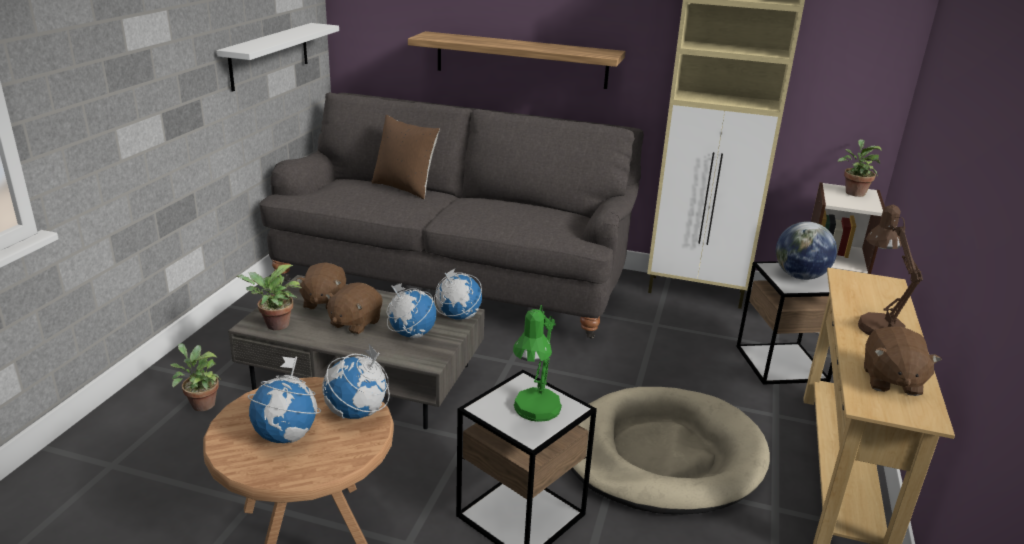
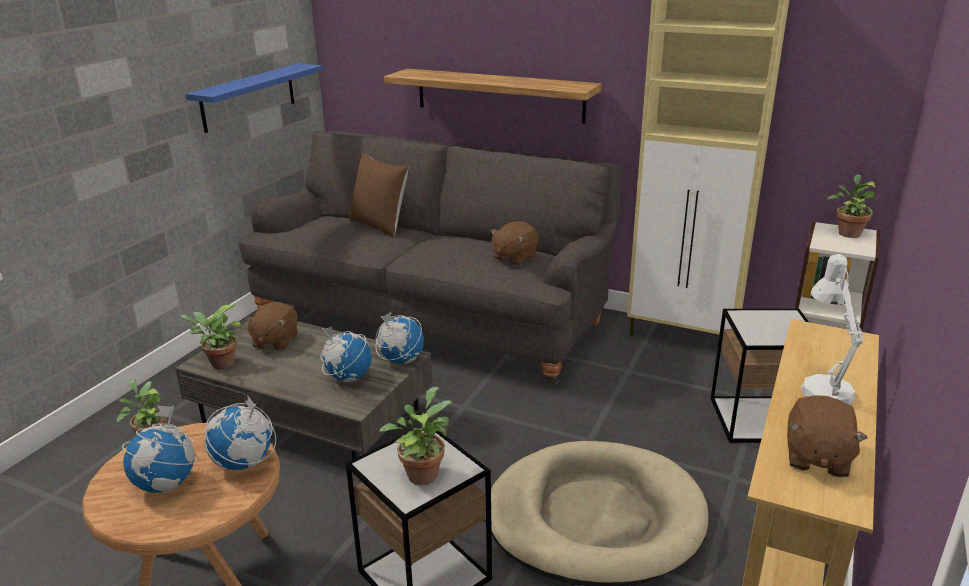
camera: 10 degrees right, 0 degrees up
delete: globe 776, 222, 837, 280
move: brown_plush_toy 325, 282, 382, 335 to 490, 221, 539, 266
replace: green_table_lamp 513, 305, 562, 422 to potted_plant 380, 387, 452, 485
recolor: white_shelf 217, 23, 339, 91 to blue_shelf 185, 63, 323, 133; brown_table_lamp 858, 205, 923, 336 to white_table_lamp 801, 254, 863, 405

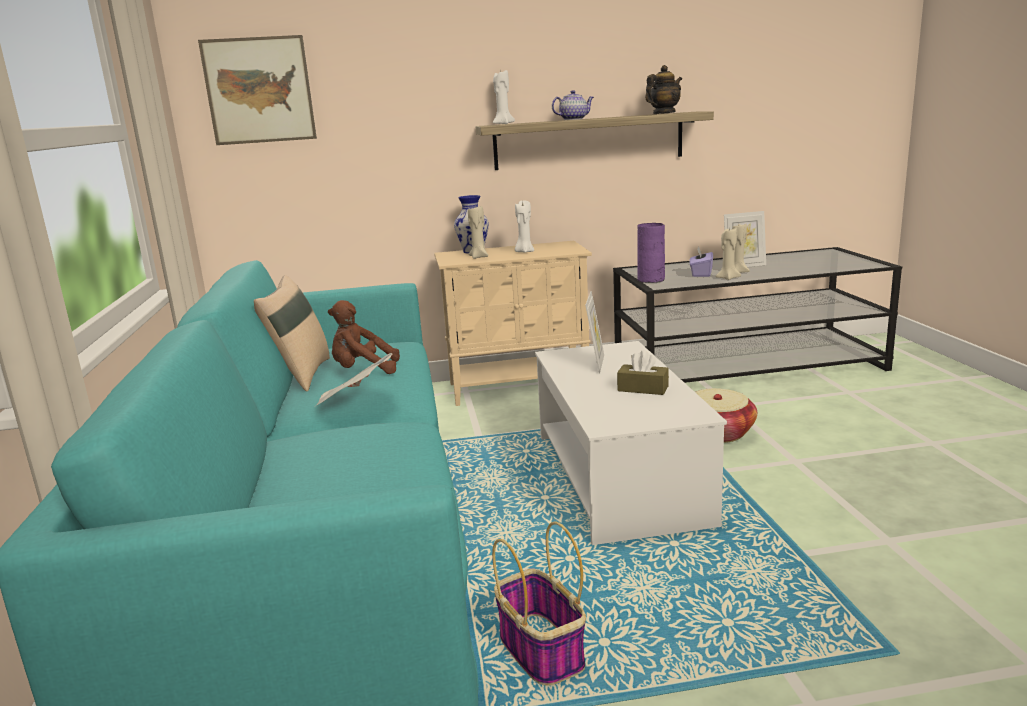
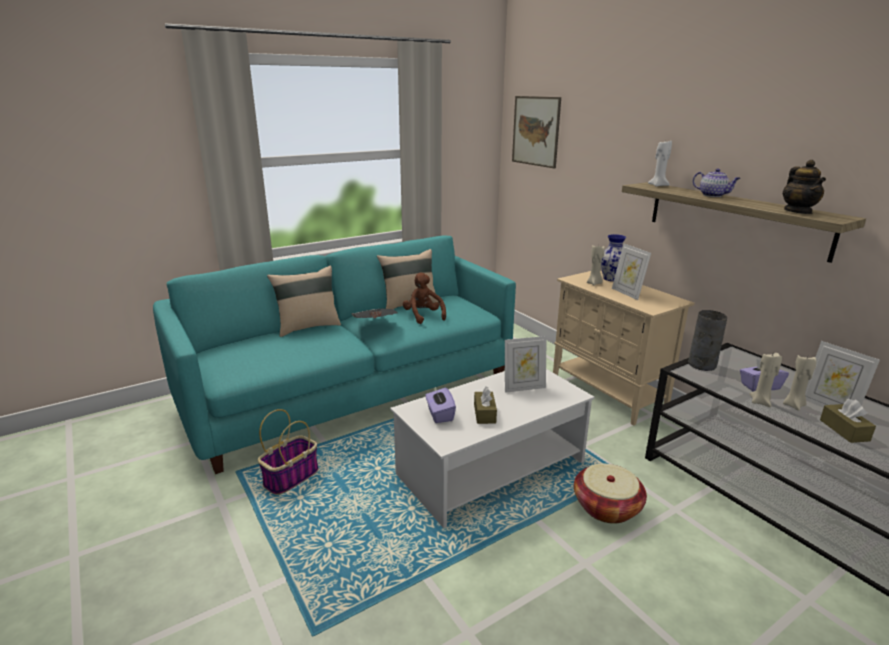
camera: 65 degrees right, 5 degrees up
insert: beige_pillow 267, 266, 341, 337; purple_tissue_box 425, 387, 456, 423; brown_tissue_box 820, 399, 876, 443
replace: white_candle 515, 200, 534, 253 to picture_frame 612, 244, 651, 300
recolor: purple_vase 637, 223, 665, 283 to grey_vase 688, 310, 727, 371
rotate: teapot 645, 65, 682, 114 = 783, 160, 826, 214 60 degrees clockwise

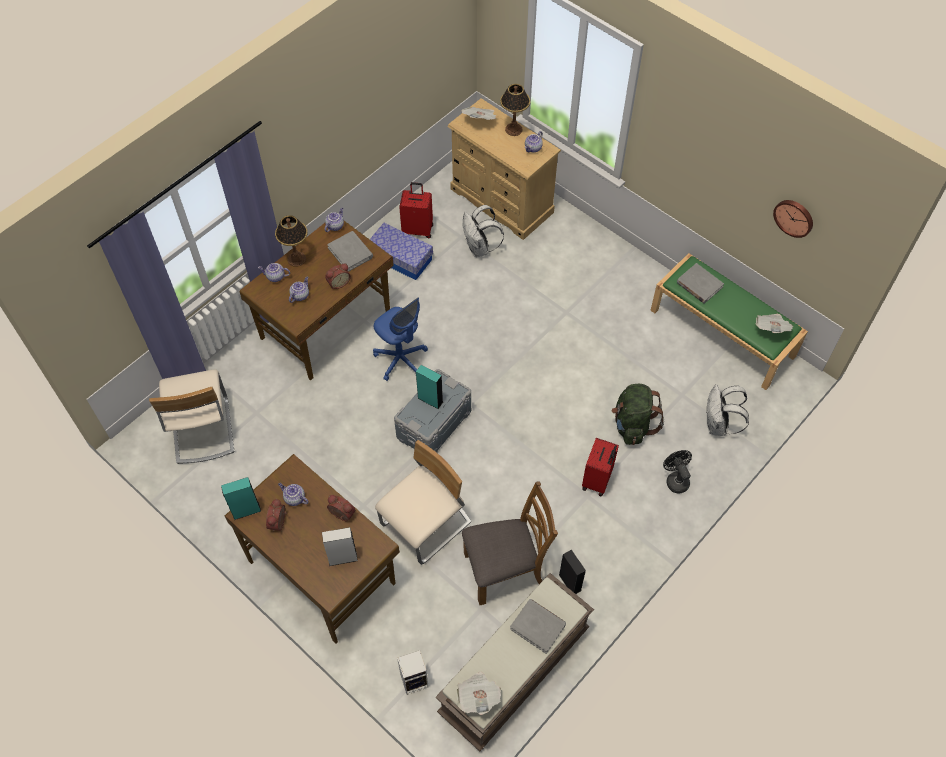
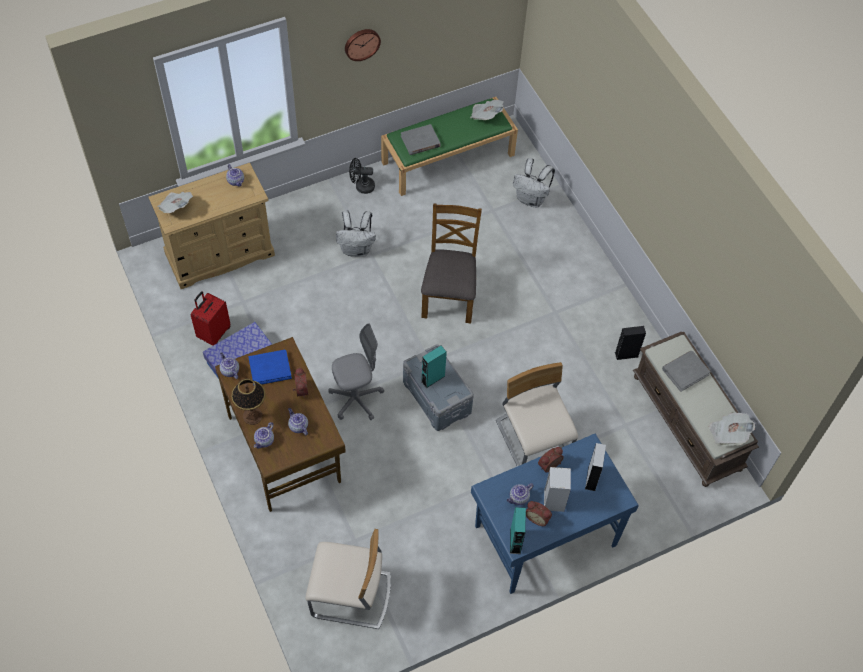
camera: 70 degrees left, 0 degrees up
delete: table_lamp 500, 84, 530, 136; red_suitcase 582, 438, 619, 496; green_backpack 612, 384, 664, 445
move: speaker 397, 650, 429, 695 to 544, 467, 571, 512; brown_chair 462, 481, 558, 605 to 421, 204, 482, 323; white_backpack 463, 205, 504, 257 to 336, 210, 376, 257; black_fan 663, 450, 692, 493 to 349, 158, 375, 194; wall_clock 773, 200, 813, 238 to 345, 29, 381, 61
recolor: brown_desk 225, 454, 400, 643 to blue_desk 471, 434, 639, 594; grey_book 327, 231, 373, 272 to blue_book 248, 350, 292, 385; blue_office_chair 373, 297, 428, 381 to grey_office_chair 328, 323, 384, 420

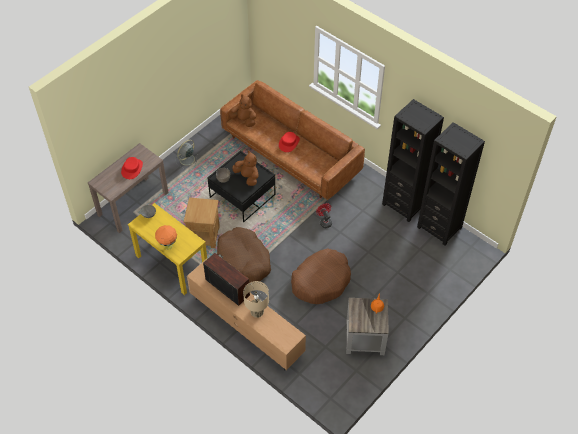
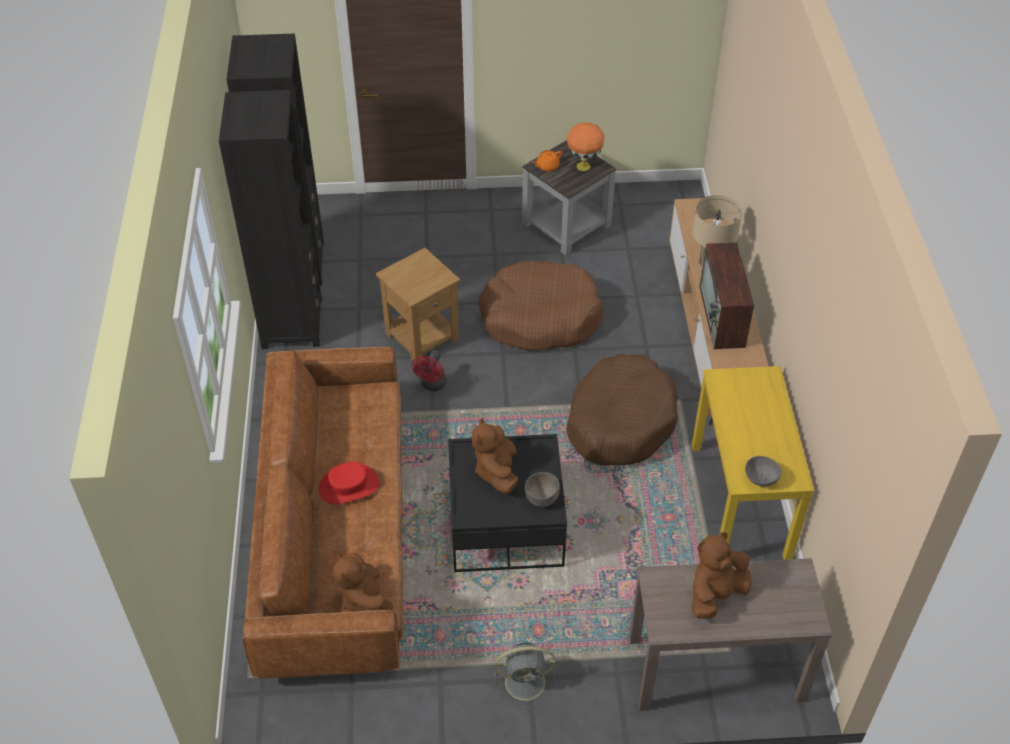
camera: 135 degrees left, 5 degrees down
move: orange_table_lamp 155, 225, 177, 250 to 567, 123, 605, 171; brown_side_table 184, 197, 220, 248 to 376, 248, 460, 363
replace: red_hat 121, 157, 143, 179 to brown_plush_toy 692, 532, 752, 619

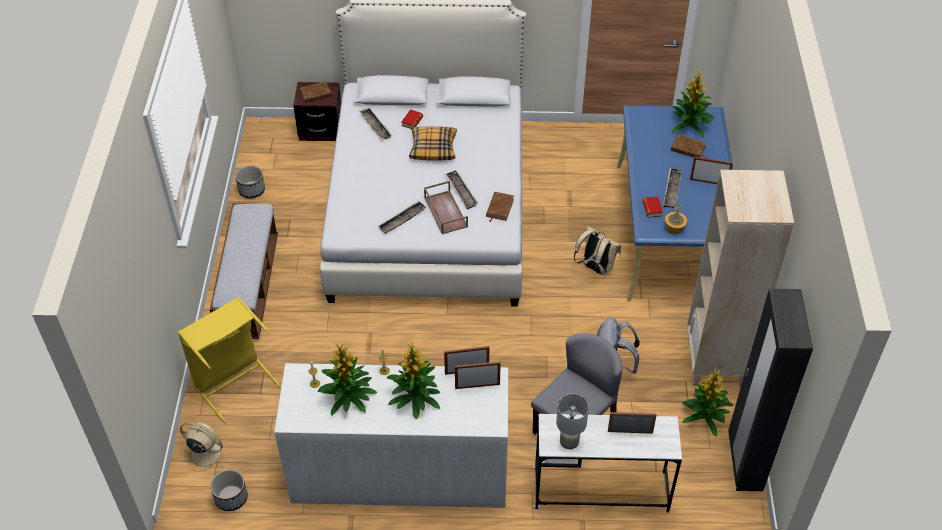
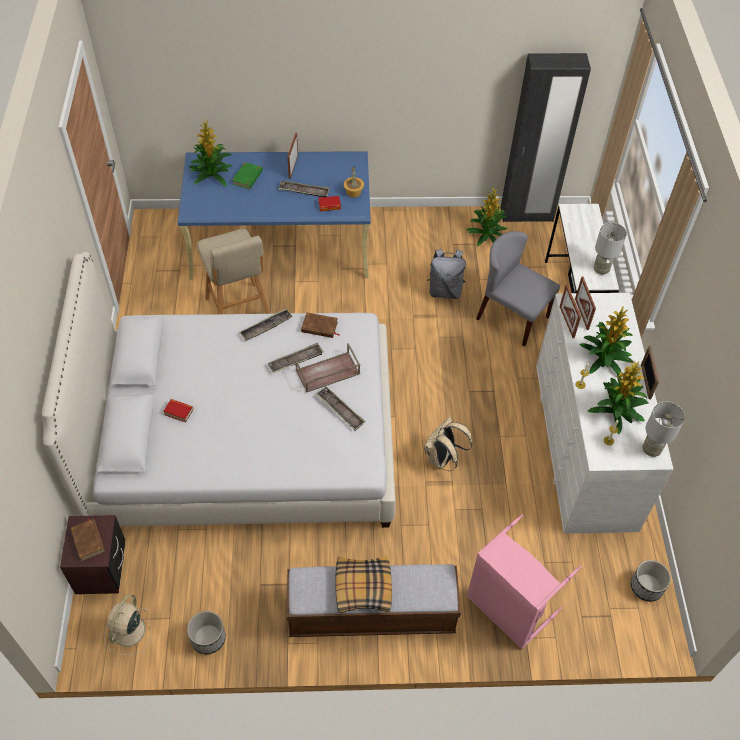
camera: 95 degrees left, 5 degrees up
delete: beige_bookcase 687, 170, 794, 387
insert: beige_stool 197, 229, 270, 314; grey_table_lamp 643, 401, 685, 457
move: beige_fan 180, 422, 229, 471 to 104, 594, 151, 655; tray 359, 107, 392, 139 to 239, 309, 293, 341; pillow 409, 126, 457, 161 to 335, 556, 392, 613; beige_backpack 574, 226, 621, 275 to 424, 416, 472, 471; picture_frame 608, 412, 657, 434 to 641, 346, 659, 400
recolor: yellow_laundry_basket 178, 297, 281, 423 to pink_laundry_basket 467, 514, 581, 649; brown_book 671, 134, 707, 158 to green_book 232, 162, 263, 189

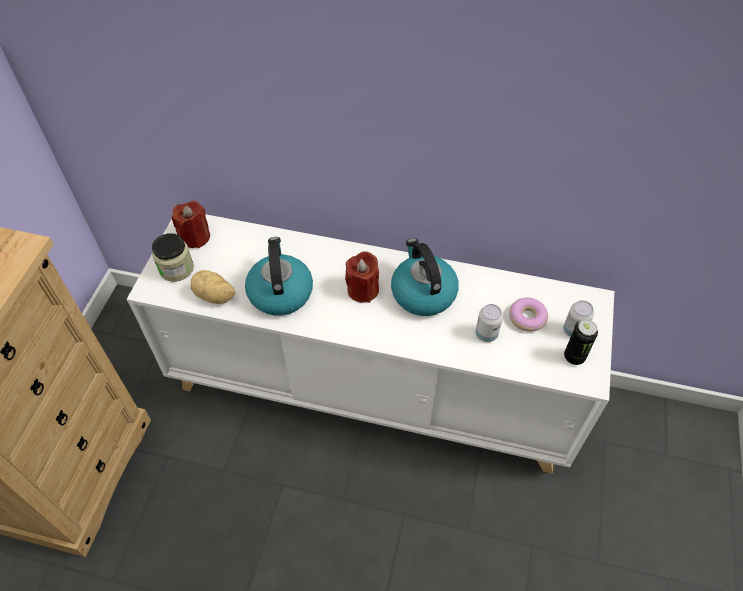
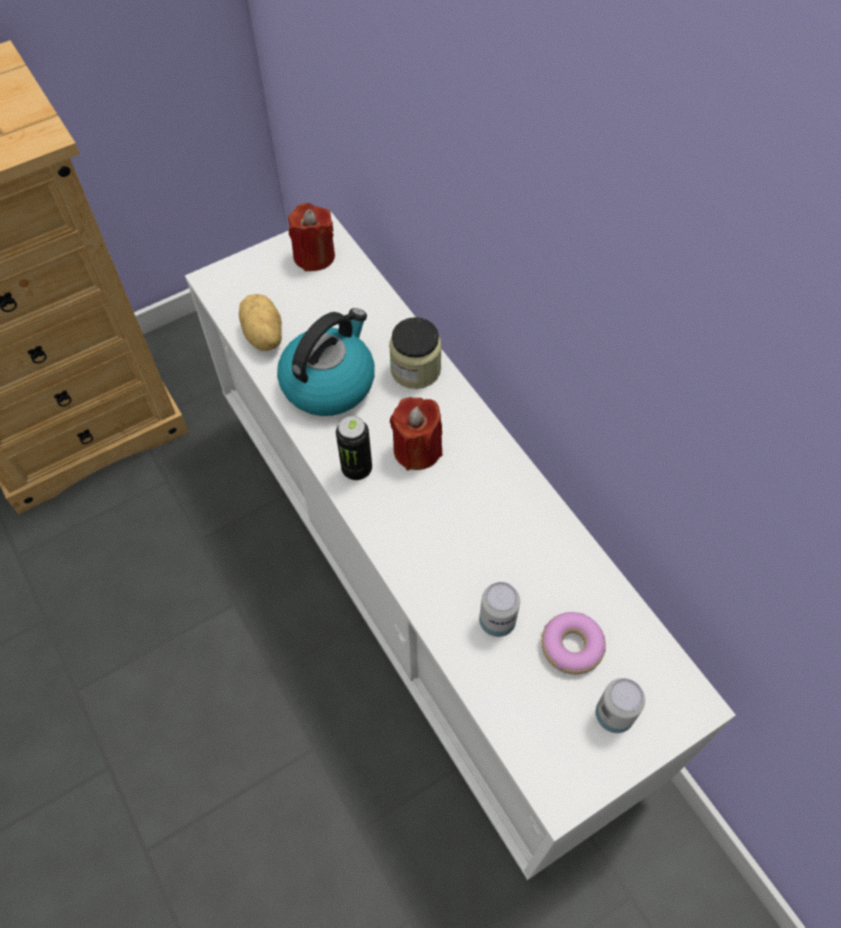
camera: 45 degrees right, 5 degrees up
delete: kettle 391, 238, 459, 316
move: jar 152, 233, 194, 282 to 389, 317, 442, 389; can 564, 320, 598, 365 to 336, 416, 372, 480

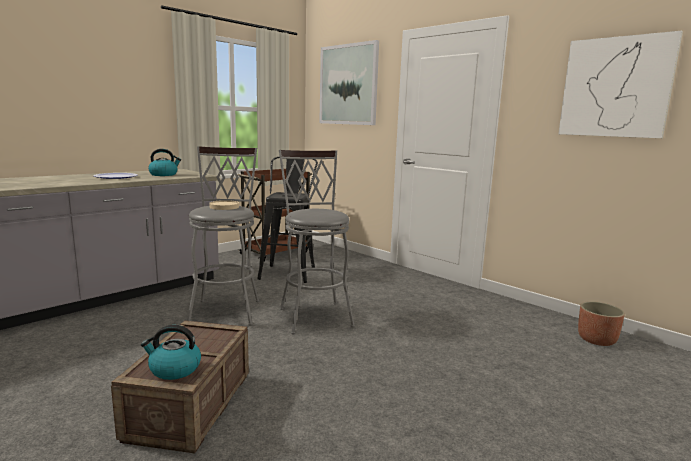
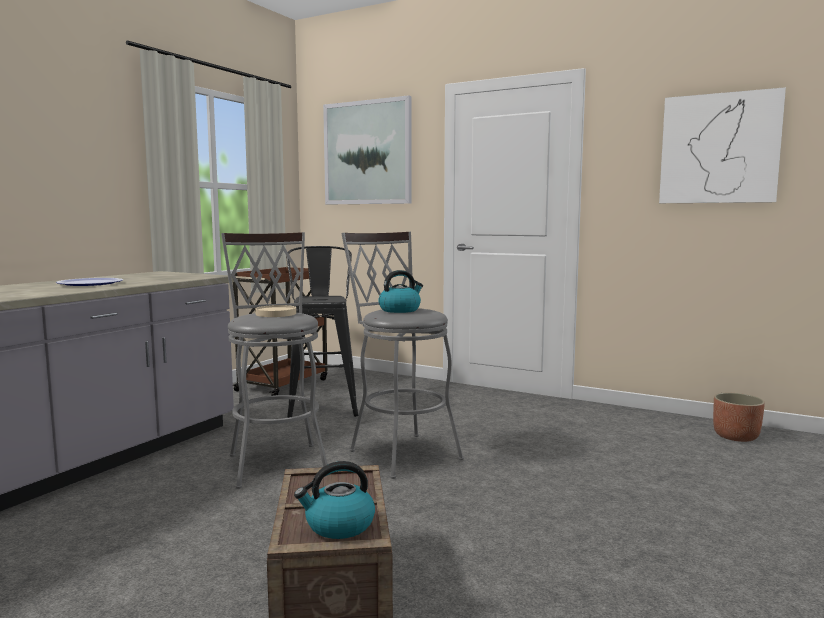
camera: 15 degrees left, 5 degrees down
move: kettle 148, 149, 181, 176 to 378, 270, 423, 313

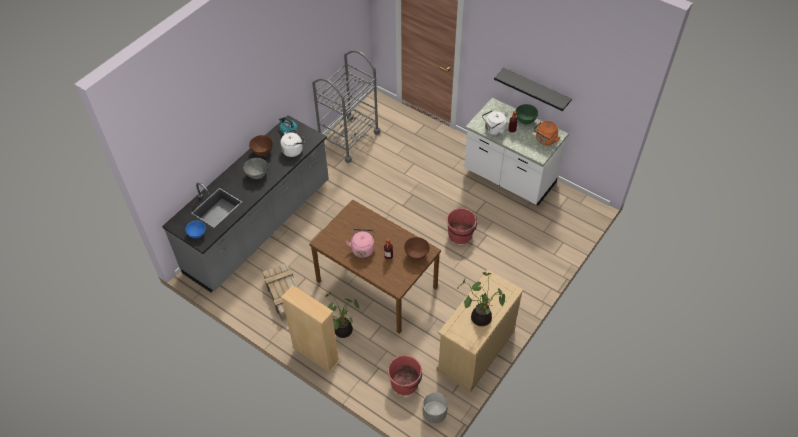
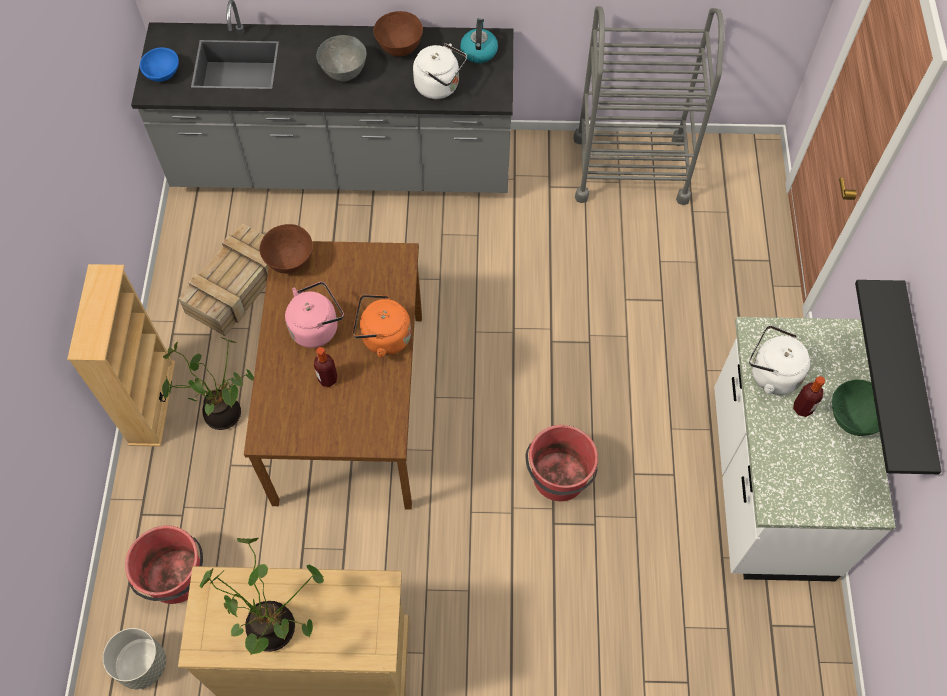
camera: 55 degrees right, 10 degrees up
move: brown_bowl 404, 237, 430, 261 to 259, 224, 313, 274; orange_kettle 534, 121, 561, 145 to 353, 295, 411, 358

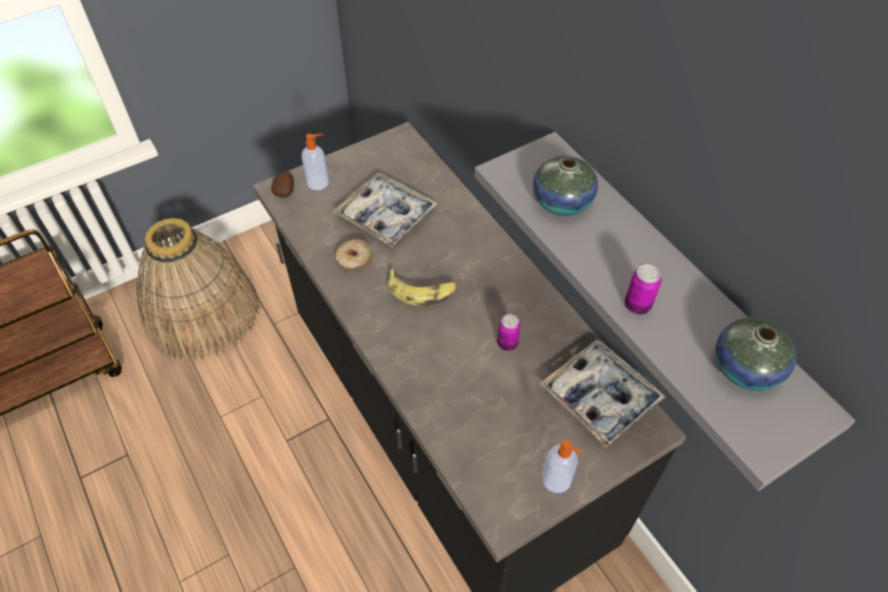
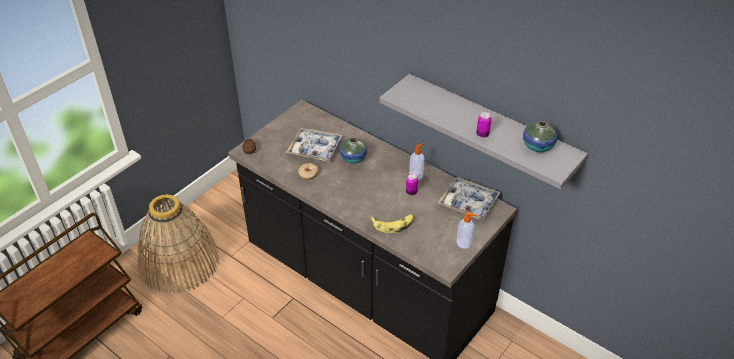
camera: 20 degrees left, 10 degrees down
move: soap_dispenser 301, 134, 329, 190 to 409, 143, 425, 180; banana 388, 269, 457, 307 to 371, 214, 413, 233; vase 533, 156, 598, 216 to 339, 138, 367, 164

